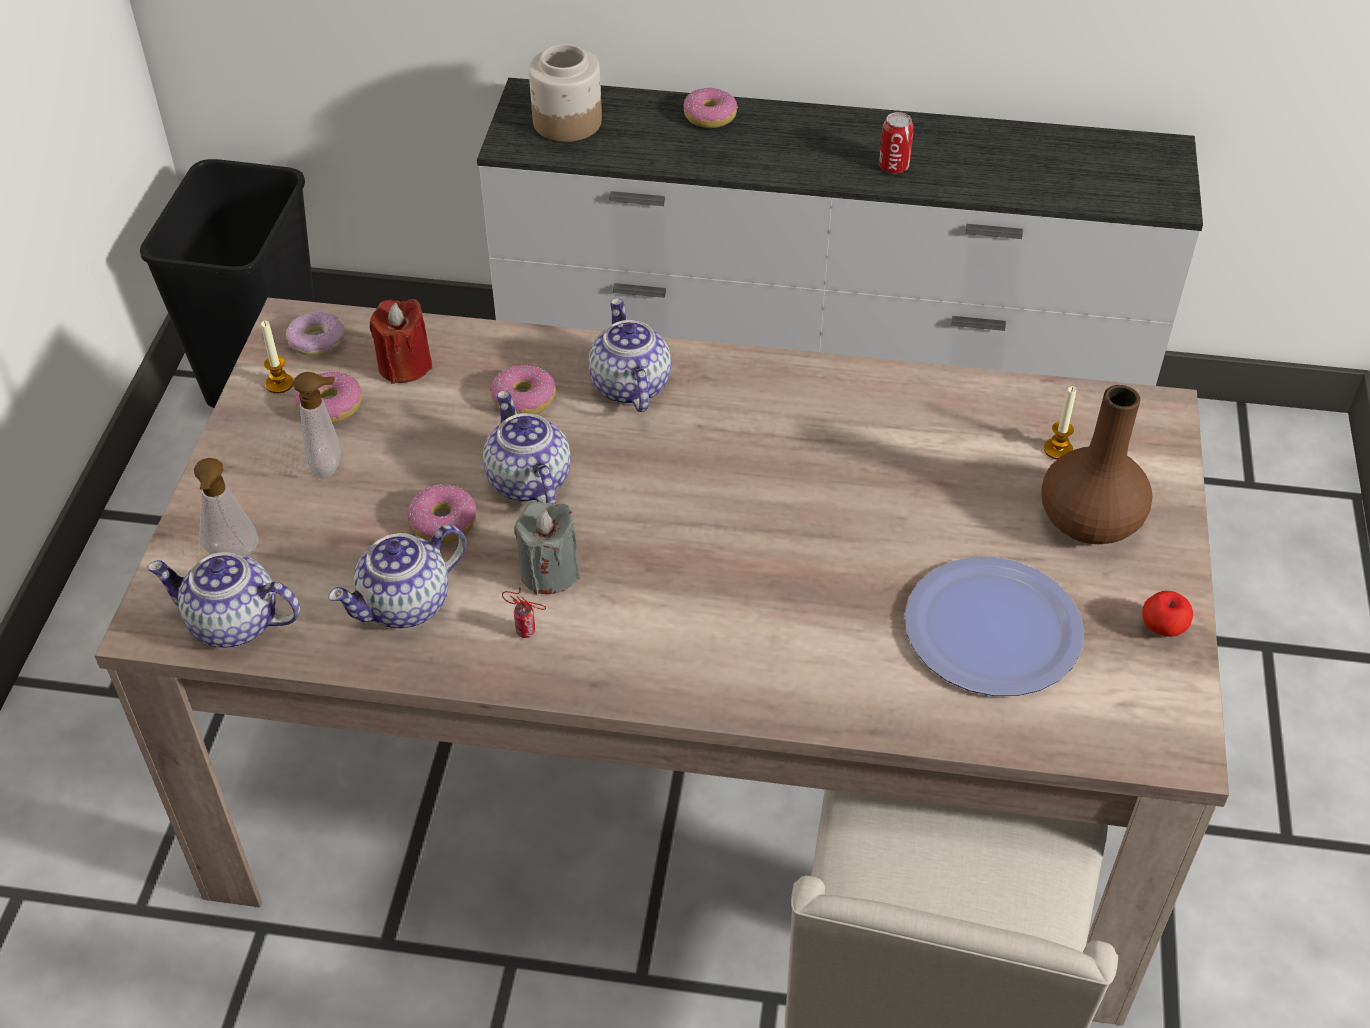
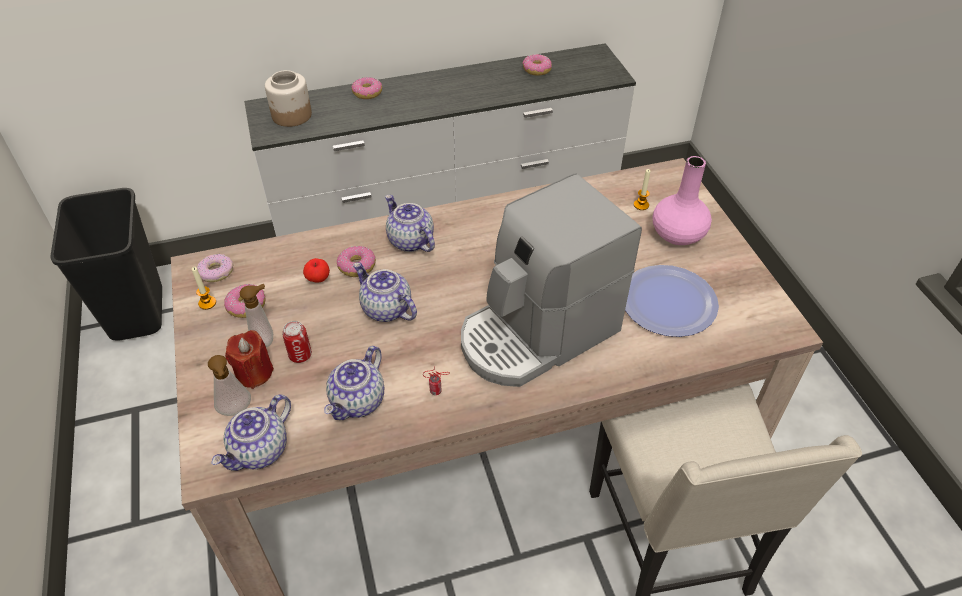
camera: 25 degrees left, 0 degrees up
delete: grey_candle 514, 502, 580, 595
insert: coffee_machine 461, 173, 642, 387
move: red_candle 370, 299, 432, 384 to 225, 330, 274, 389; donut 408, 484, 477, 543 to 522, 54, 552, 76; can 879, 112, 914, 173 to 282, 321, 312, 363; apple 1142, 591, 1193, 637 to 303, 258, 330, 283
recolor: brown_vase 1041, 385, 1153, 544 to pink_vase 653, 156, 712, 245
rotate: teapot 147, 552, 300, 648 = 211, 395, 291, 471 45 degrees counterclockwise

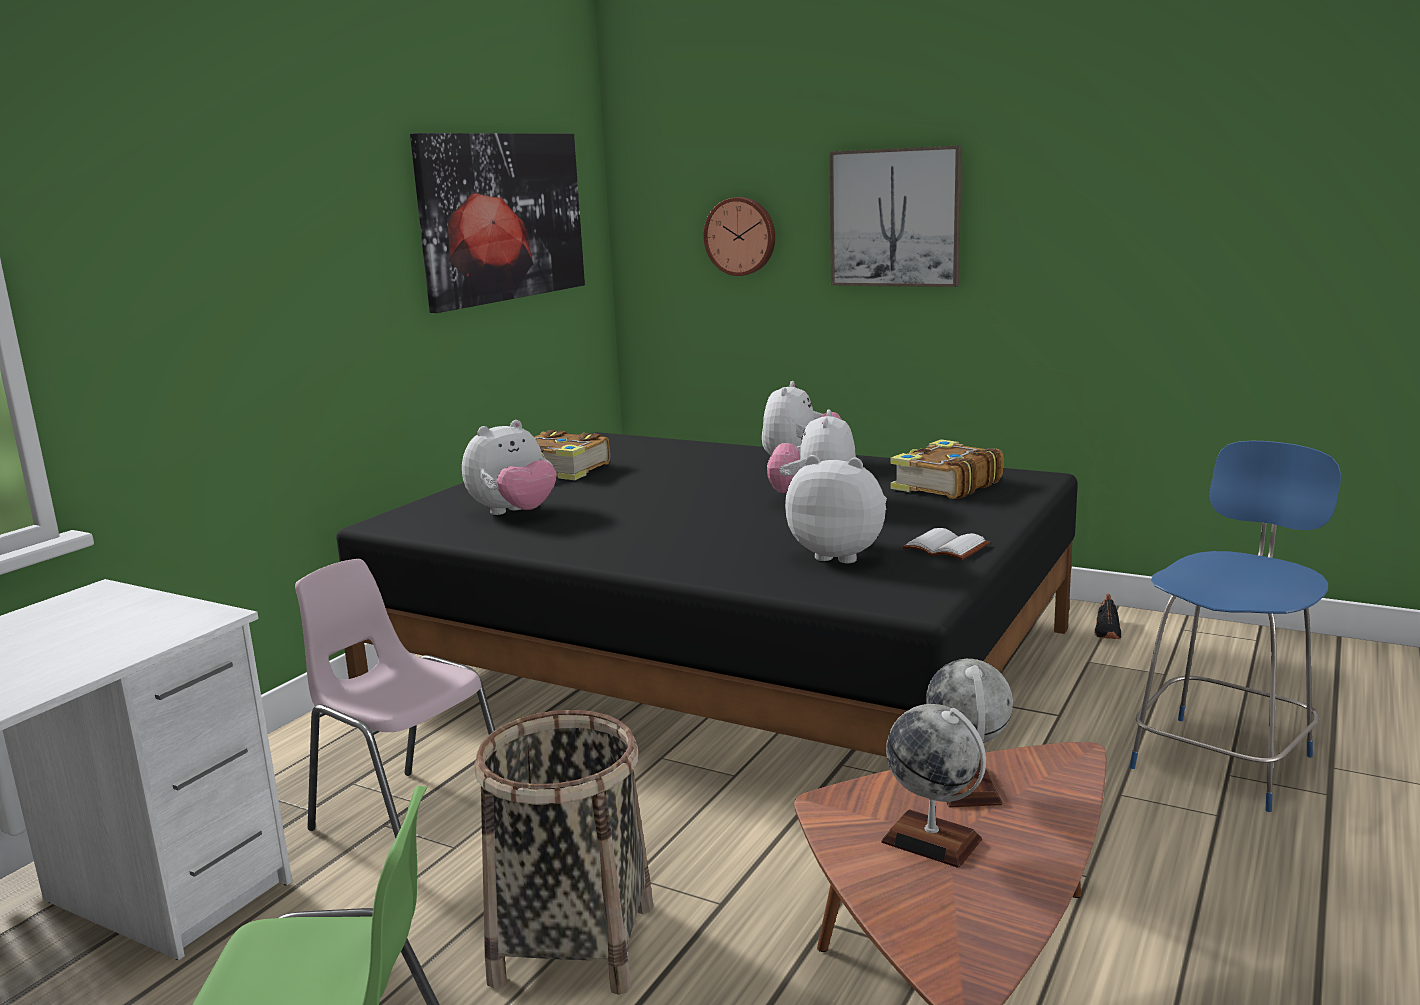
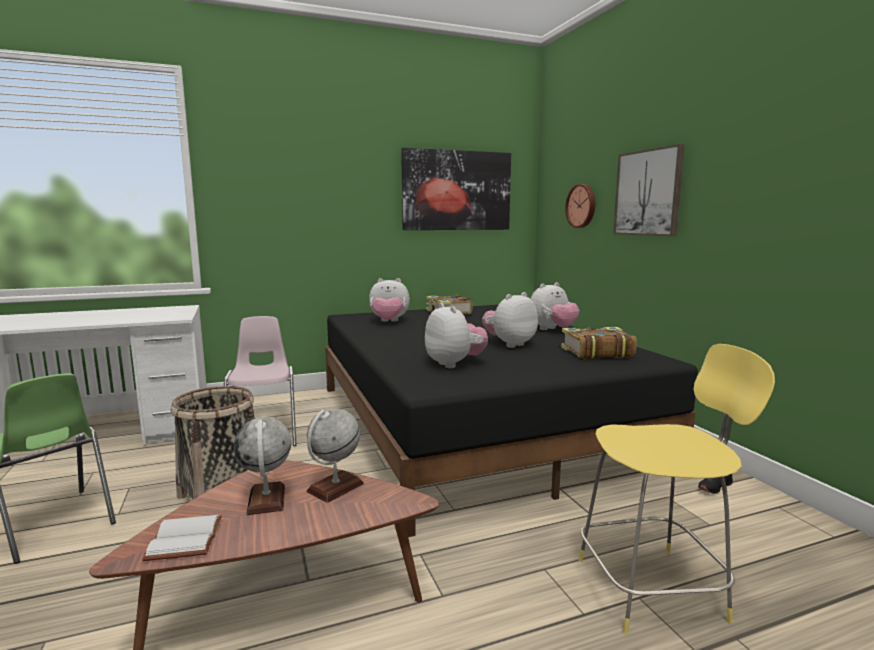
camera: 40 degrees right, 5 degrees down
move: white_book 902, 528, 990, 560 to 142, 515, 222, 561
recolor: blue_stool 1130, 441, 1341, 812 to yellow_stool 579, 344, 775, 634

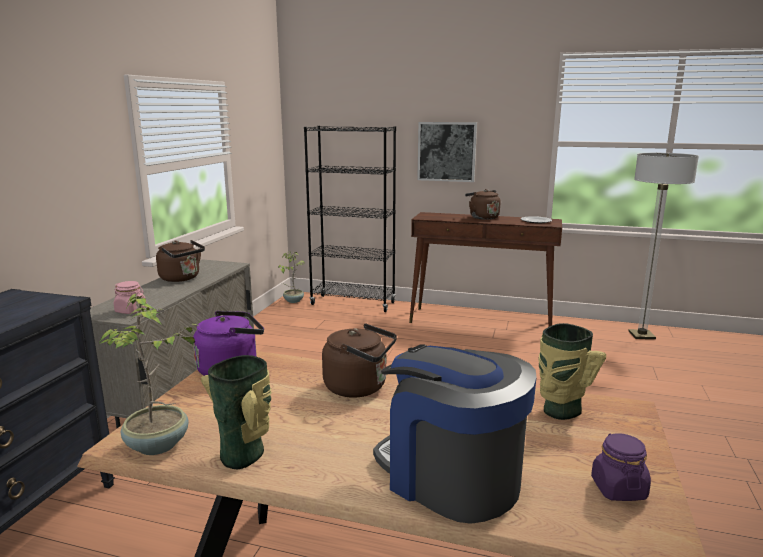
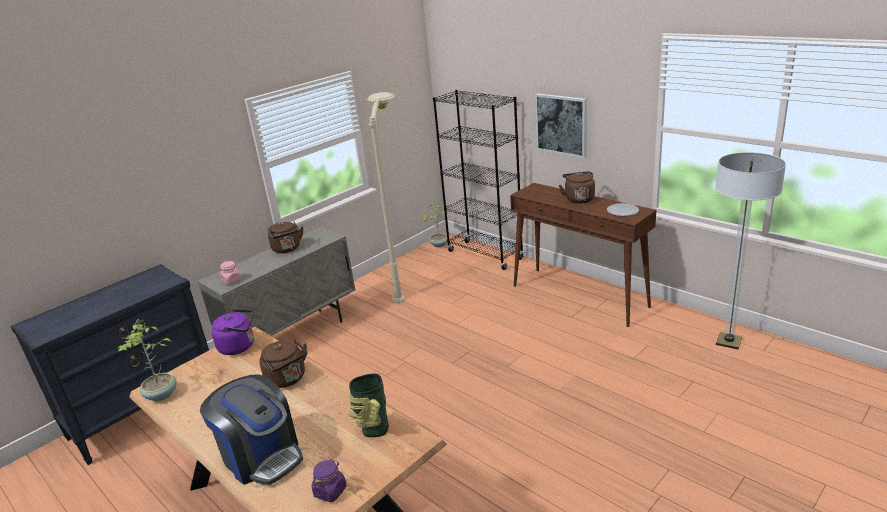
camera: 30 degrees right, 10 degrees up
delete: vase 201, 355, 272, 469
insert: beige_floor_lamp 367, 92, 405, 303
rotate: coffee_machine 373, 344, 537, 524 = 200, 374, 303, 485 150 degrees clockwise

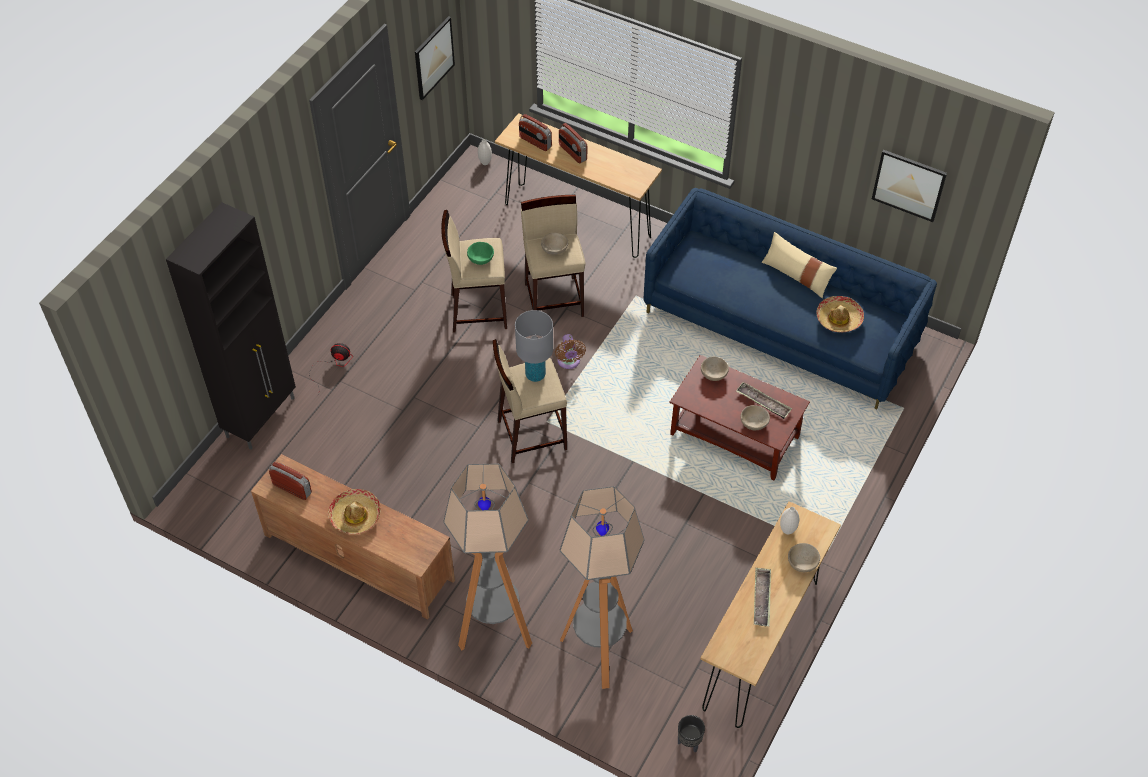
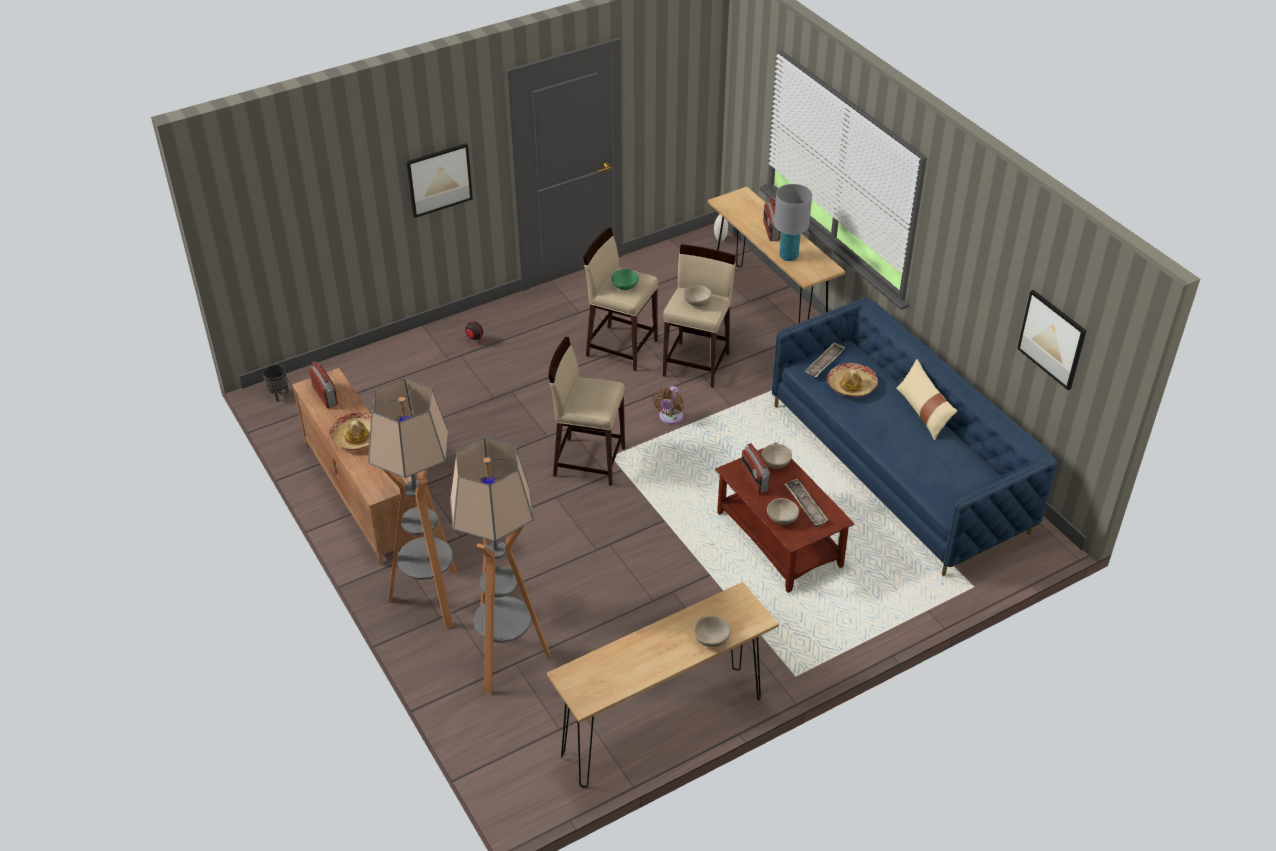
camera: 30 degrees right, 10 degrees down
delete: black_cabinet 166, 202, 296, 450; white_vase 780, 507, 799, 535
move: picture 415, 16, 455, 100 to 406, 143, 473, 218; grey_table_lamp 515, 310, 553, 382 to 774, 184, 812, 261; radio 519, 114, 552, 151 to 741, 443, 771, 494; black_planter 678, 715, 705, 752 to 262, 364, 289, 402; tray 754, 567, 771, 626 to 804, 342, 845, 378; hat 816, 296, 864, 332 to 827, 363, 878, 397

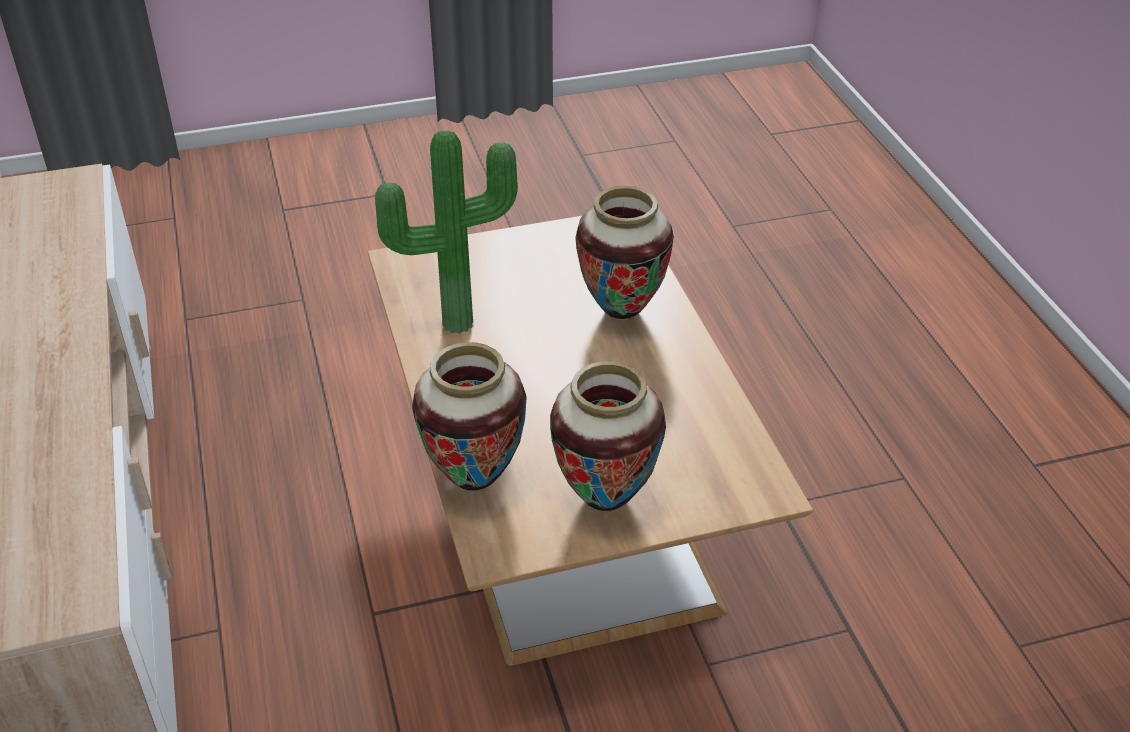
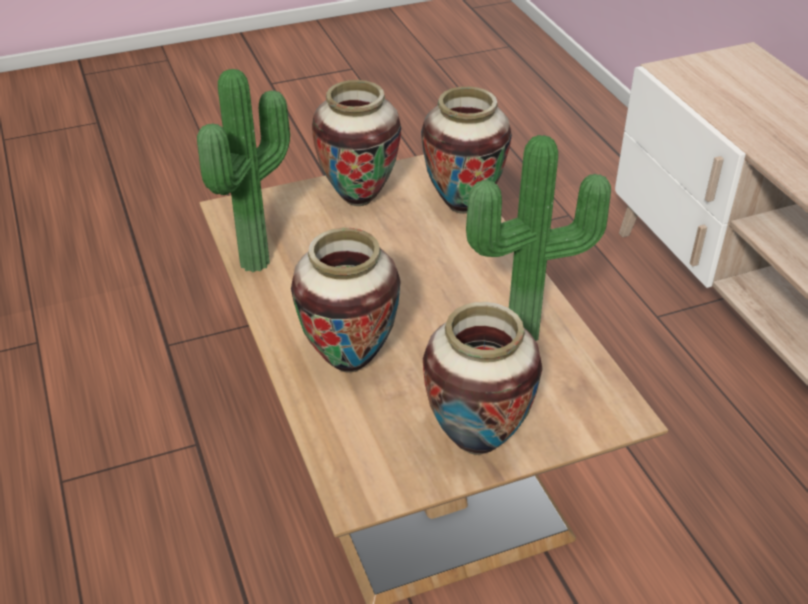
camera: 175 degrees right, 0 degrees up
insert: potted_plant 197, 69, 290, 272; vase 423, 302, 543, 455

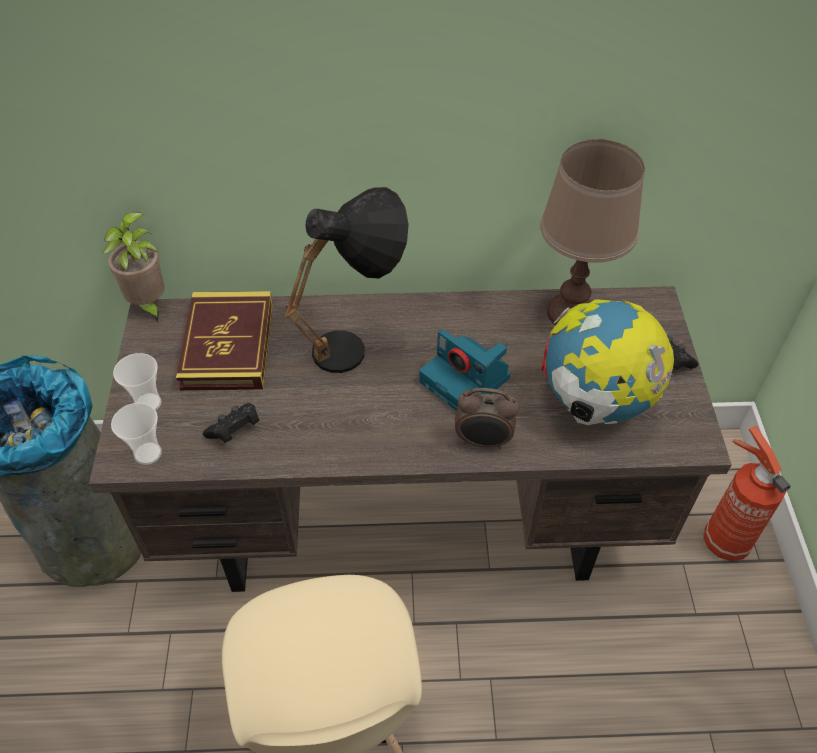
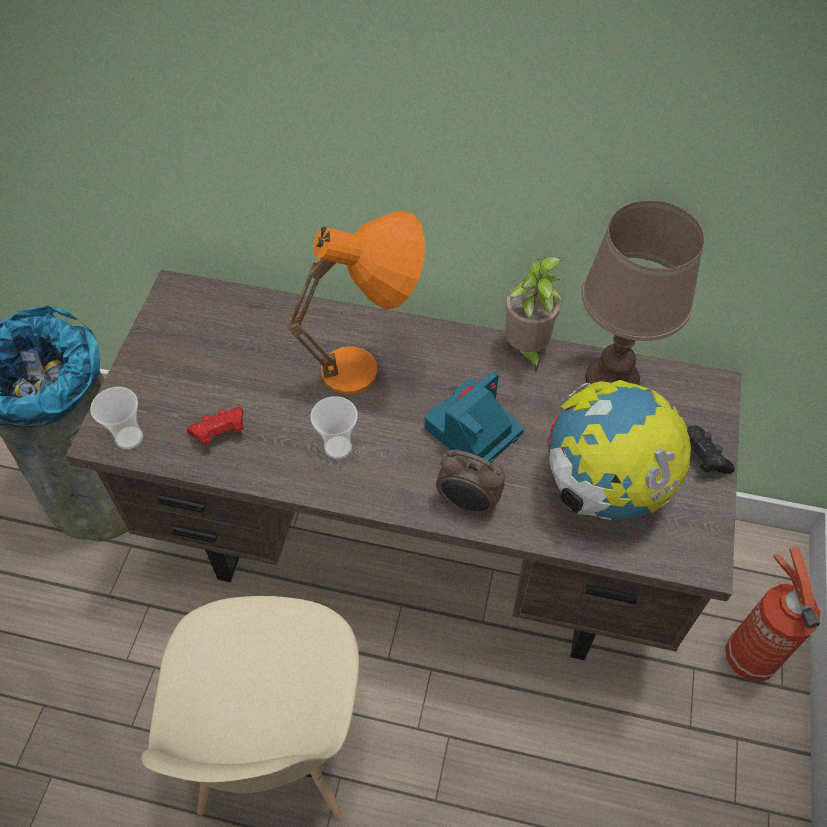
camera: 15 degrees right, 5 degrees up
delete: book 176, 291, 273, 391
move: potted_plant 102, 212, 165, 322 to 505, 257, 563, 374; cup 113, 353, 162, 411 to 310, 396, 358, 459
recolor: black_game_controller 203, 403, 260, 443 to red_game_controller 186, 407, 244, 445; black_table_lamp 285, 187, 409, 373 to orange_table_lamp 287, 211, 425, 394
rotate: photo_camera 419, 329, 510, 411 = 425, 371, 524, 463 75 degrees clockwise

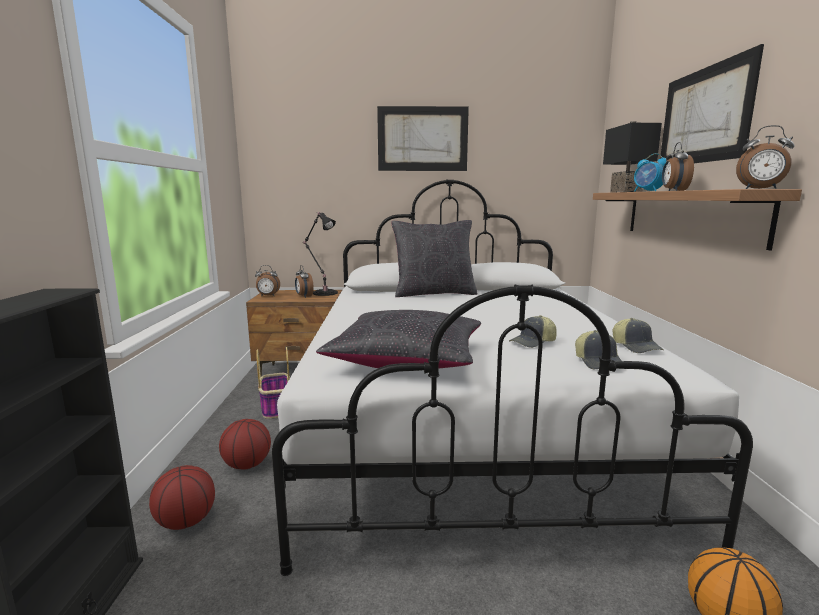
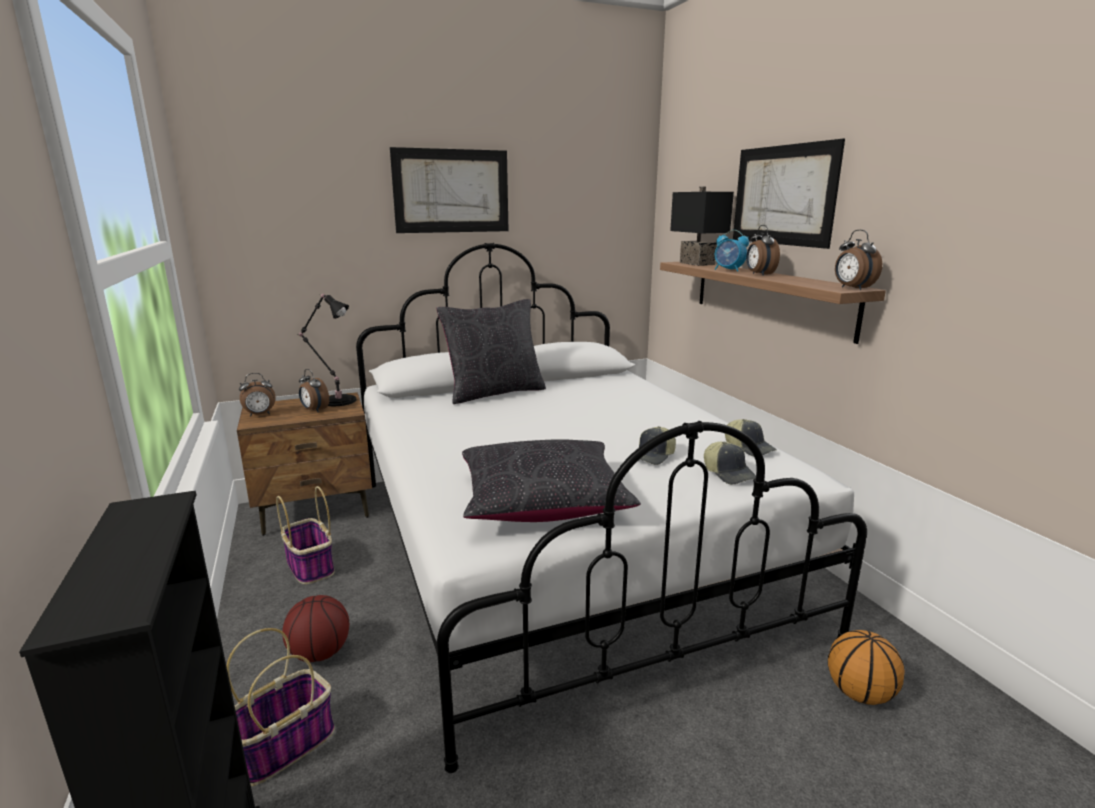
camera: 20 degrees left, 5 degrees up
replace: basketball 149, 465, 215, 530 to basket 226, 628, 335, 786
rotate: alarm_clock 736, 125, 795, 189 = 835, 230, 882, 290 60 degrees clockwise

